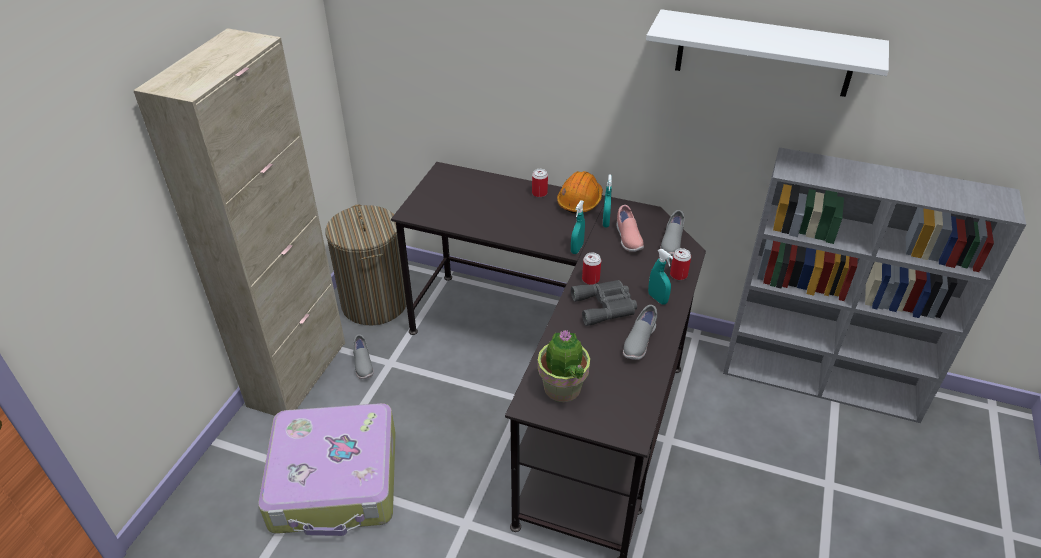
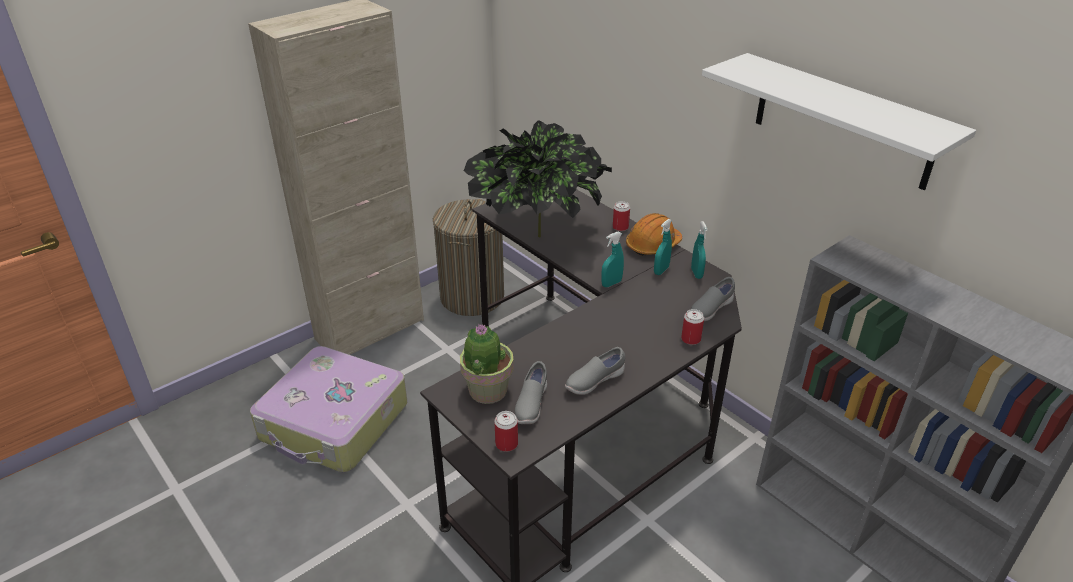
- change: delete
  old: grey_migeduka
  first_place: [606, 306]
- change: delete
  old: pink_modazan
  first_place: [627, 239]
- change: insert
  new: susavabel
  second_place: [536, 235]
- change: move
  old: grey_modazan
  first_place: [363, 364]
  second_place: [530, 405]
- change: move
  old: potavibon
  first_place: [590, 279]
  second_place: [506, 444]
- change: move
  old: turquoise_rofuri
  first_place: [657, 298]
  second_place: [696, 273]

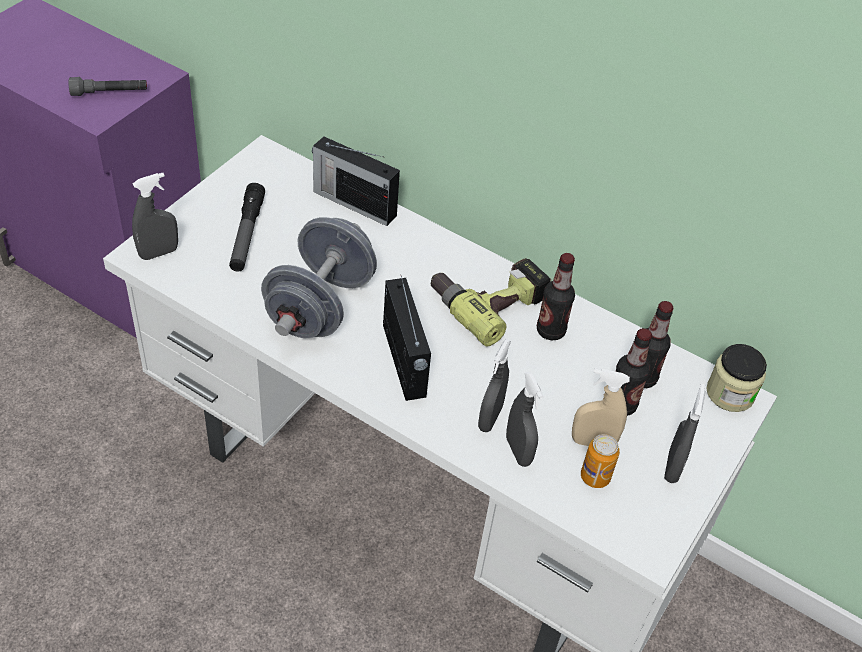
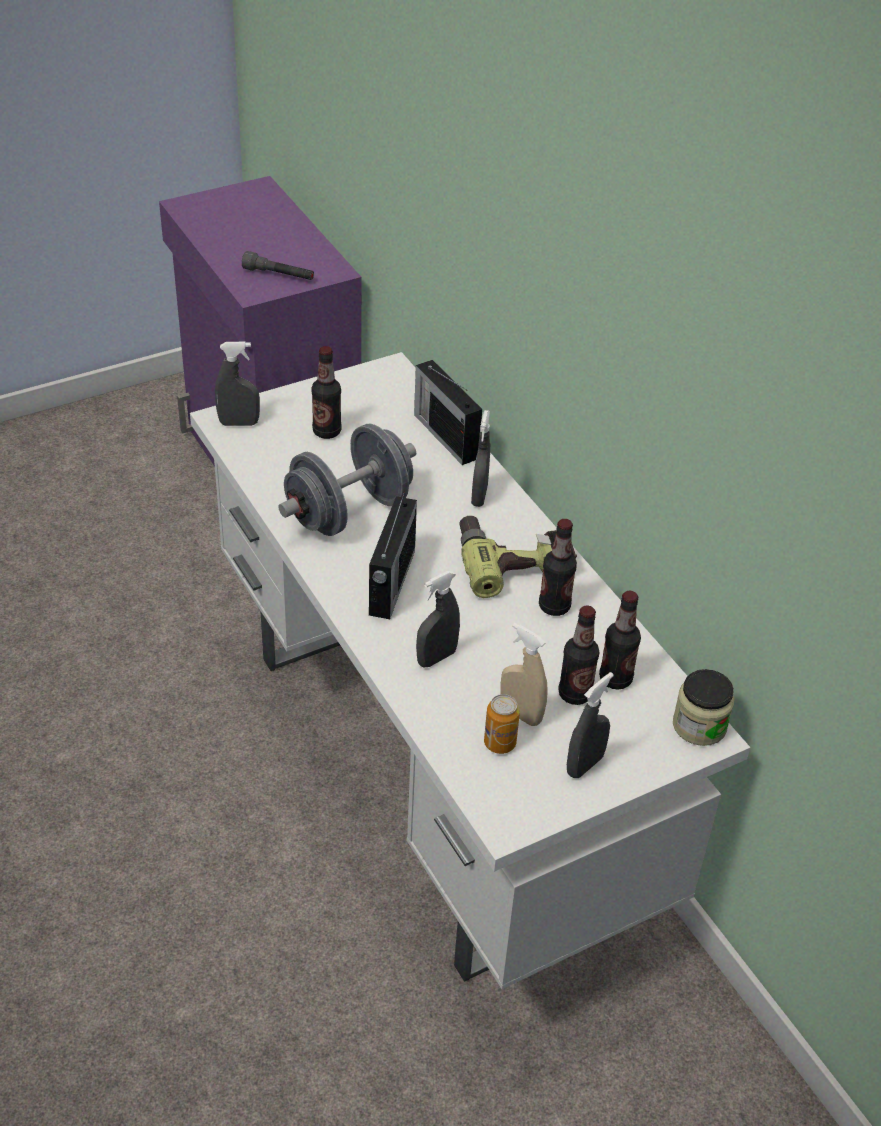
- change: move
  old: grey_rofuri
  first_place: [518, 451]
  second_place: [479, 496]
- change: replace
  old: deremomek
  new: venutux
  first_place: [247, 234]
  second_place: [327, 431]

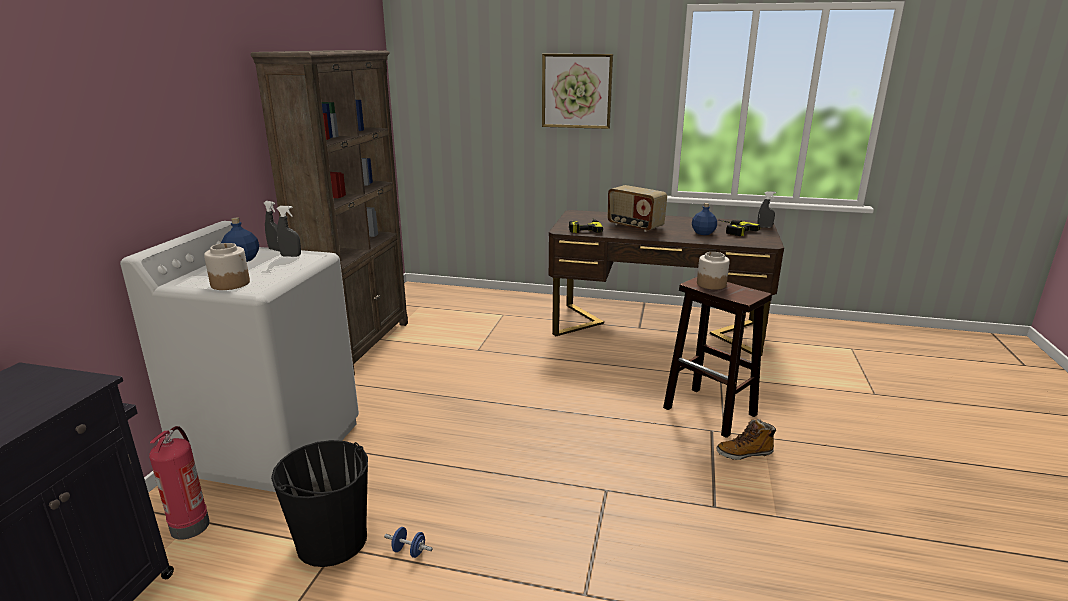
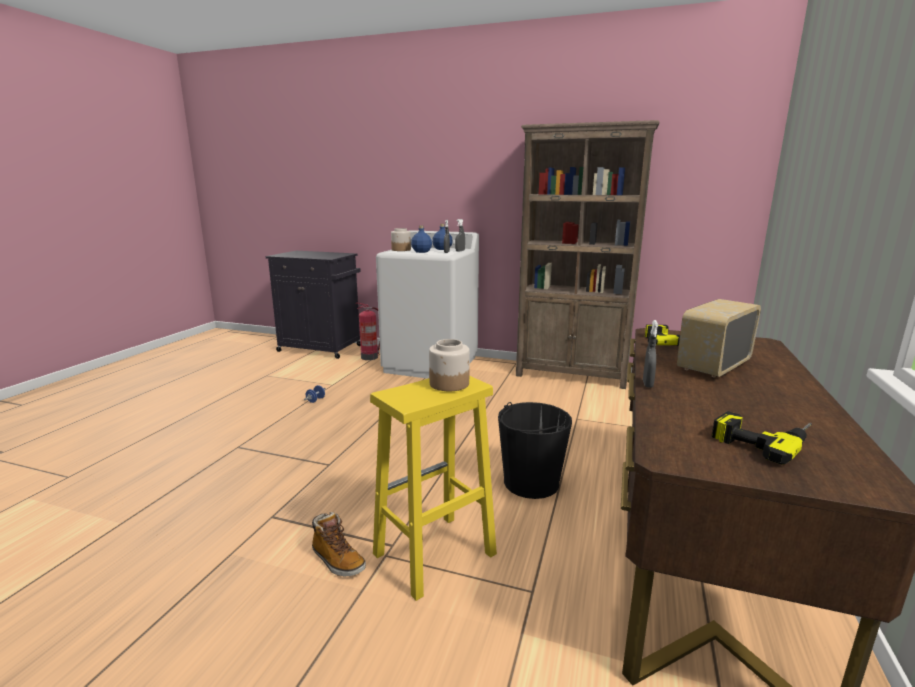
- change: delete
  old: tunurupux
  first_place: [576, 91]
- change: move
  old: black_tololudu
  first_place: [332, 541]
  second_place: [530, 483]
- change: move
  old: blue_venutux
  first_place: [703, 233]
  second_place: [422, 252]
- change: move
  old: grey_rofuri
  first_place: [764, 227]
  second_place: [647, 384]
- change: recolor
  old: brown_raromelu
  new: yellow_raromelu
  first_place: [711, 412]
  second_place: [433, 555]
- change: rotate
  old: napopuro
  first_place: [744, 453]
  second_place: [337, 561]
  degrees: 135

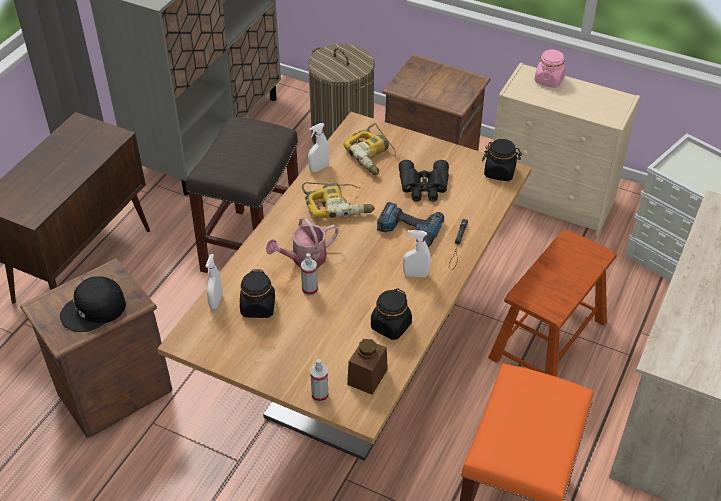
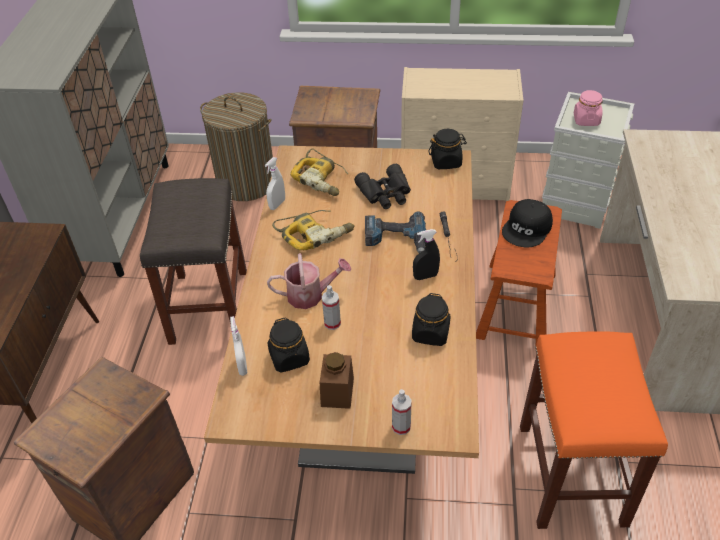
- change: move
  old: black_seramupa
  first_place: [94, 310]
  second_place: [527, 228]
- change: move
  old: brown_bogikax
  first_place: [367, 377]
  second_place: [337, 392]
- change: move
  old: pink_bogikax
  first_place: [549, 80]
  second_place: [586, 120]
- change: recolor
  old: white_rofuri
  new: black_rofuri
  first_place: [415, 274]
  second_place: [425, 276]
- change: rotate
  old: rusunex
  first_place: [304, 259]
  second_place: [310, 295]
  degrees: -135

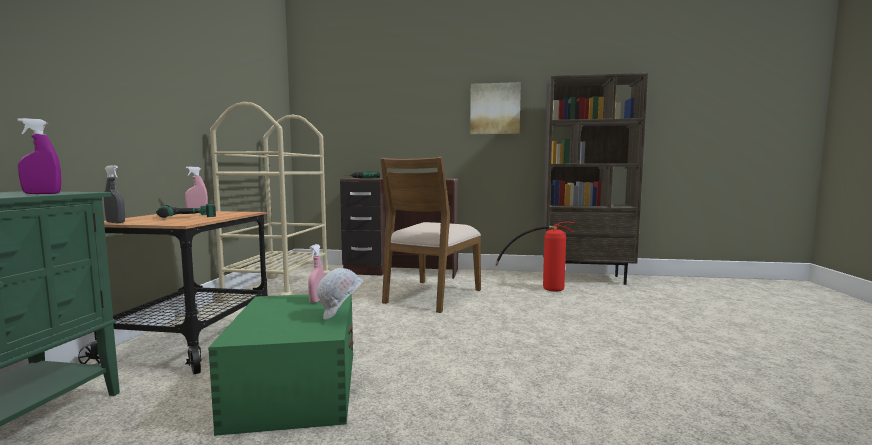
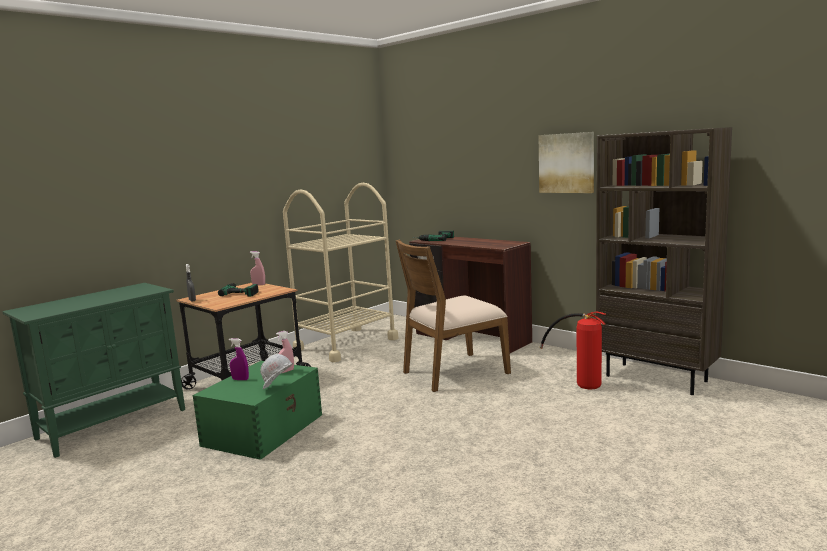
- change: move
  old: purple_rofuri
  first_place: [42, 194]
  second_place: [240, 379]

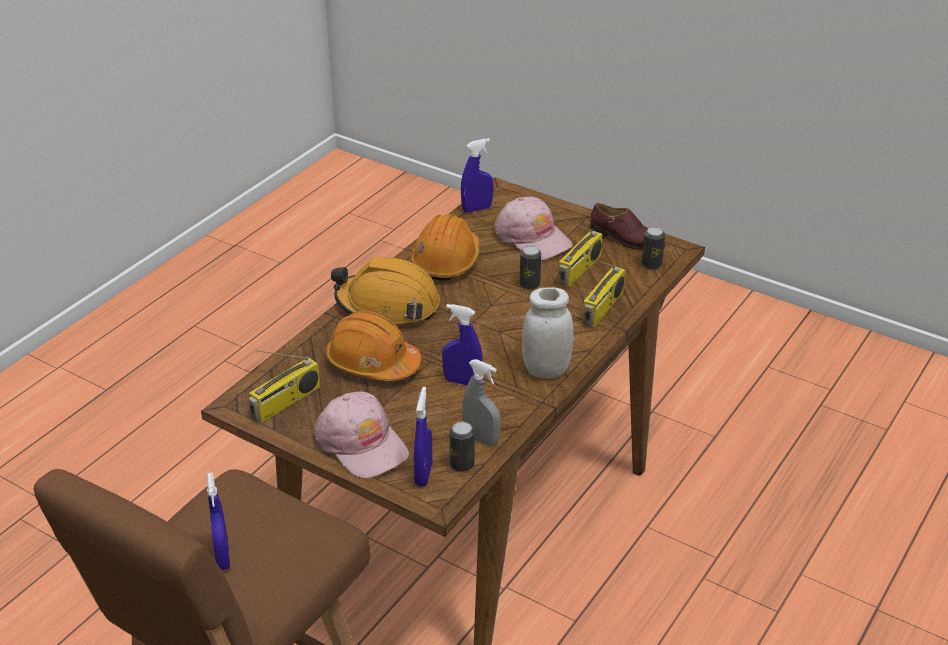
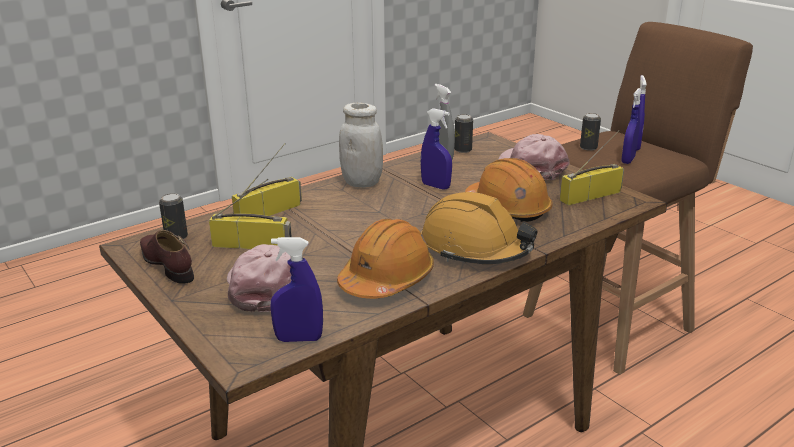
- change: move
  old: blue_rofuri
  first_place: [423, 474]
  second_place: [628, 160]
- change: move
  old: potavibon
  first_place: [529, 284]
  second_place: [588, 148]
- change: rotate
  old: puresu
  first_place: [579, 270]
  second_place: [253, 245]
  degrees: 45

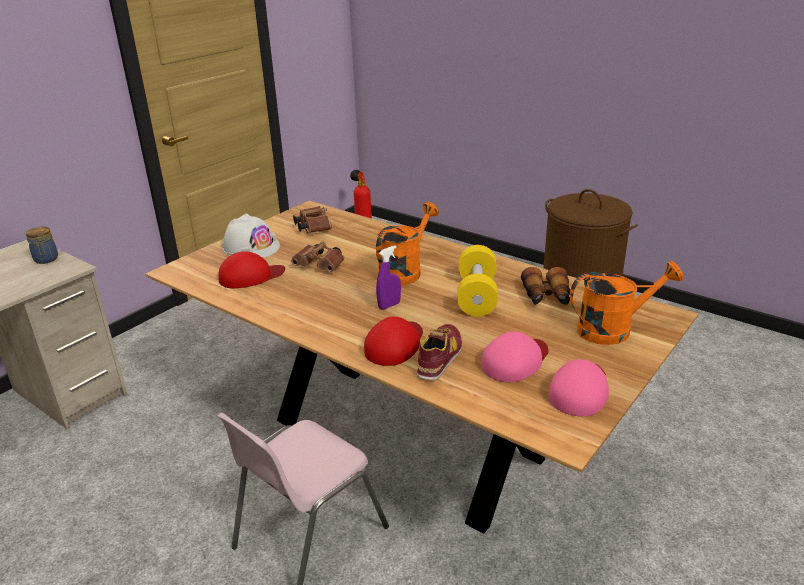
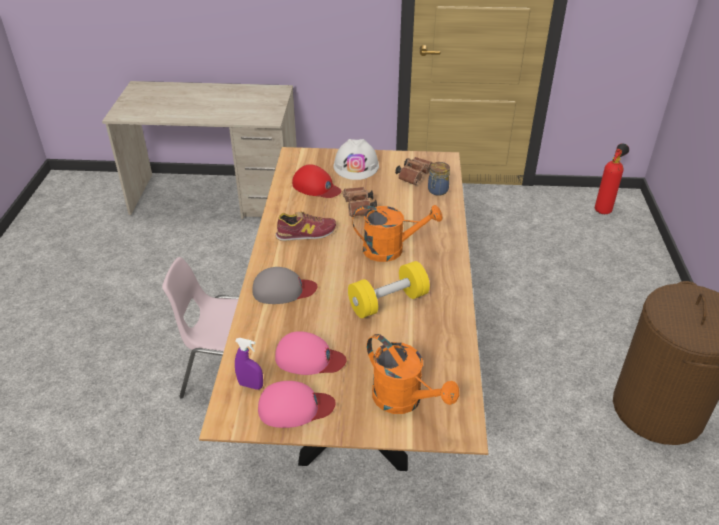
- change: delete
  old: migeduka
  first_place: [546, 297]
- change: move
  old: bogikax
  first_place: [46, 260]
  second_place: [437, 191]
- change: move
  old: purple_rofuri
  first_place: [389, 305]
  second_place: [250, 385]
- change: move
  old: modazan
  first_place: [439, 357]
  second_place: [306, 233]
- change: recolor
  old: red_seramupa
  new: grey_seramupa
  first_place: [395, 344]
  second_place: [283, 290]

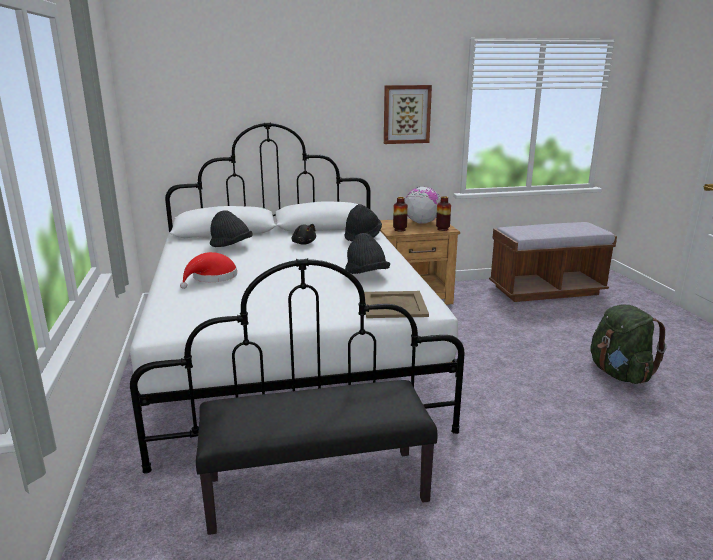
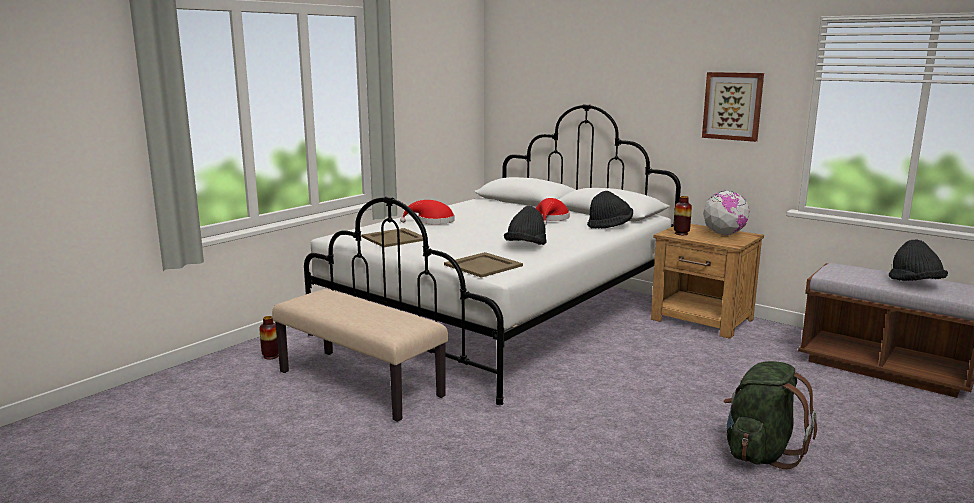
- change: insert
  new: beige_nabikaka
  second_place: [393, 238]
- change: move
  old: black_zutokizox
  first_place: [231, 246]
  second_place: [915, 283]
- change: move
  old: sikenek
  first_place: [442, 229]
  second_place: [271, 356]
- change: replace
  old: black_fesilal
  new: red_zutokizox
  first_place: [303, 243]
  second_place: [550, 219]
- change: recolor
  old: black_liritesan
  new: beige_liritesan
  first_place: [317, 489]
  second_place: [361, 384]

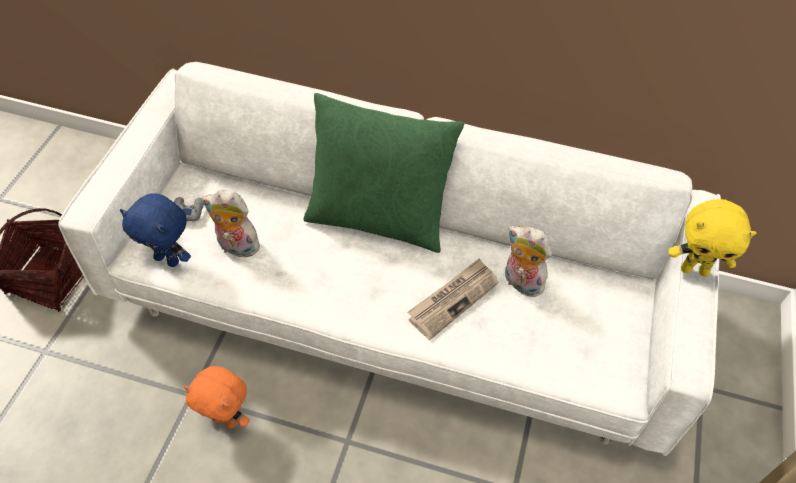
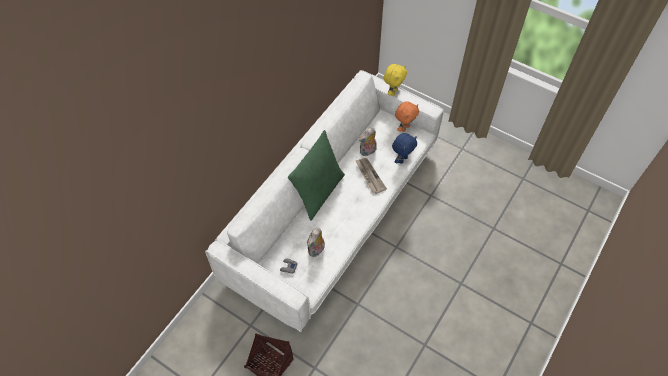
- change: move
  old: blue_fesilal
  first_place: [168, 259]
  second_place: [402, 159]
- change: move
  old: orange_fesilal
  first_place: [226, 420]
  second_place: [404, 128]

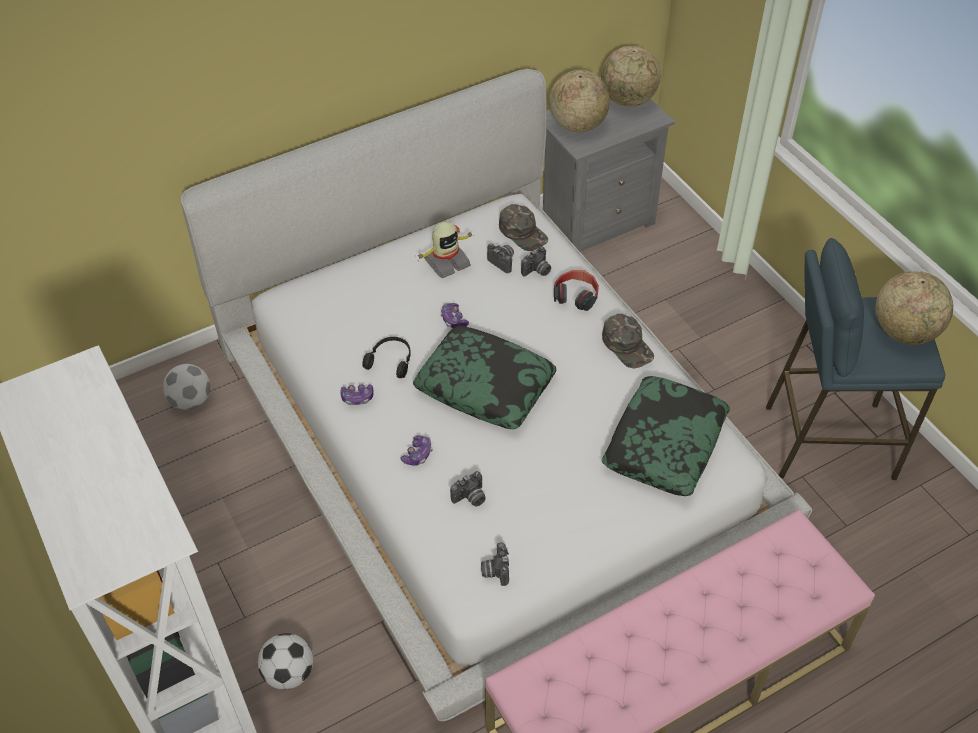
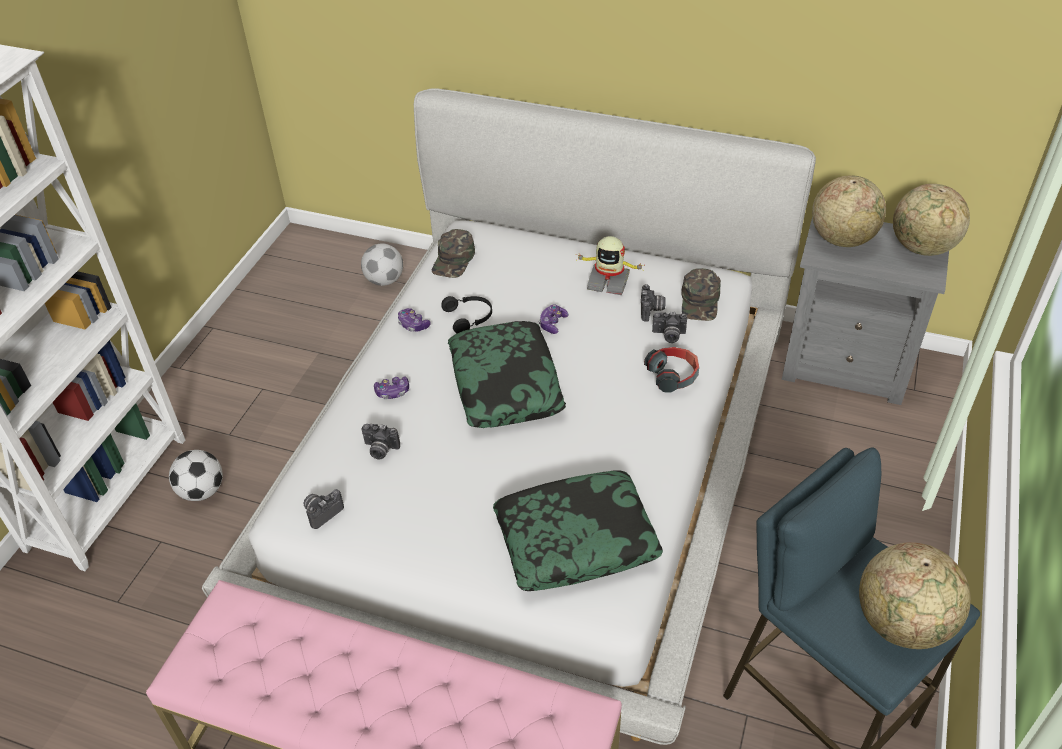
- change: move
  old: green_seramupa
  first_place: [627, 345]
  second_place: [454, 260]

